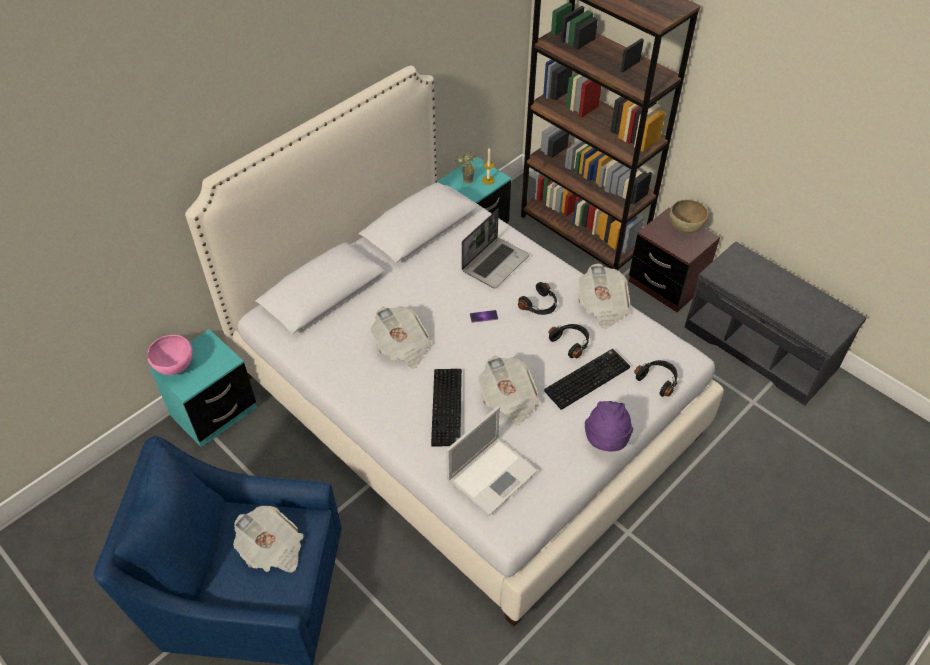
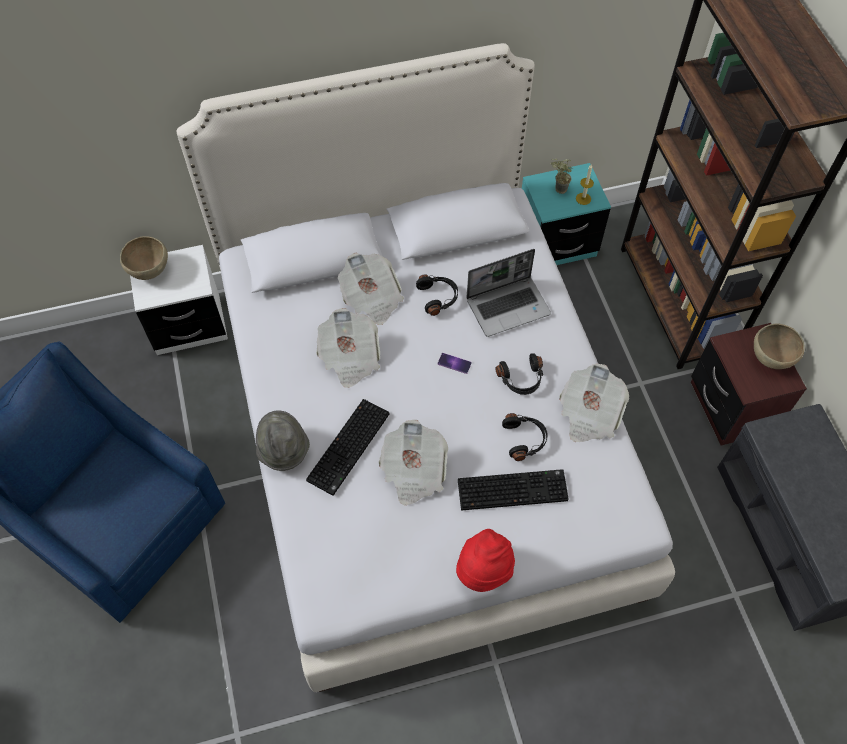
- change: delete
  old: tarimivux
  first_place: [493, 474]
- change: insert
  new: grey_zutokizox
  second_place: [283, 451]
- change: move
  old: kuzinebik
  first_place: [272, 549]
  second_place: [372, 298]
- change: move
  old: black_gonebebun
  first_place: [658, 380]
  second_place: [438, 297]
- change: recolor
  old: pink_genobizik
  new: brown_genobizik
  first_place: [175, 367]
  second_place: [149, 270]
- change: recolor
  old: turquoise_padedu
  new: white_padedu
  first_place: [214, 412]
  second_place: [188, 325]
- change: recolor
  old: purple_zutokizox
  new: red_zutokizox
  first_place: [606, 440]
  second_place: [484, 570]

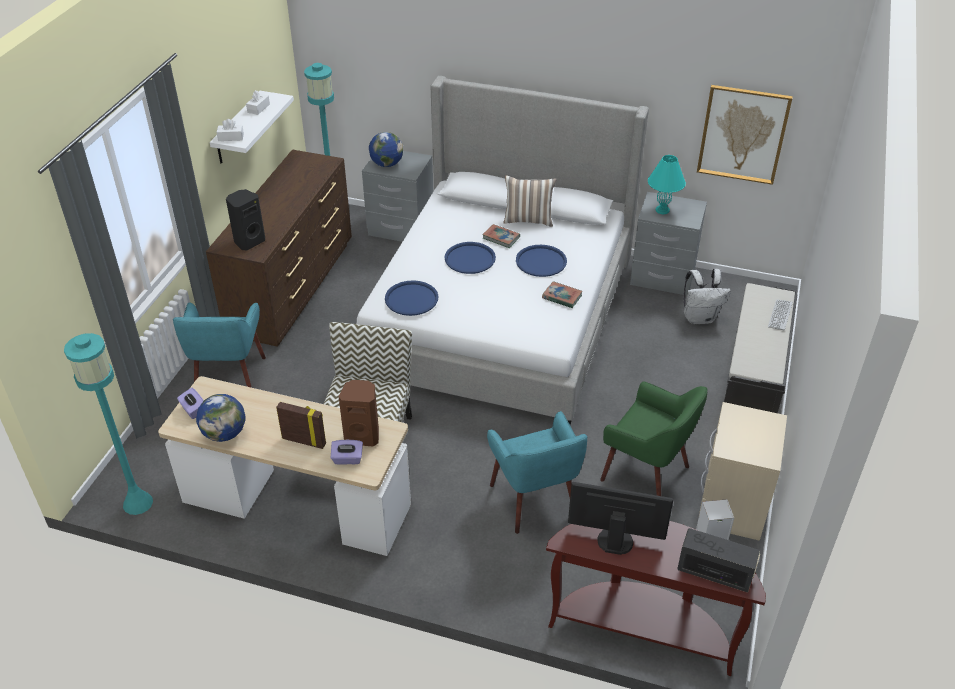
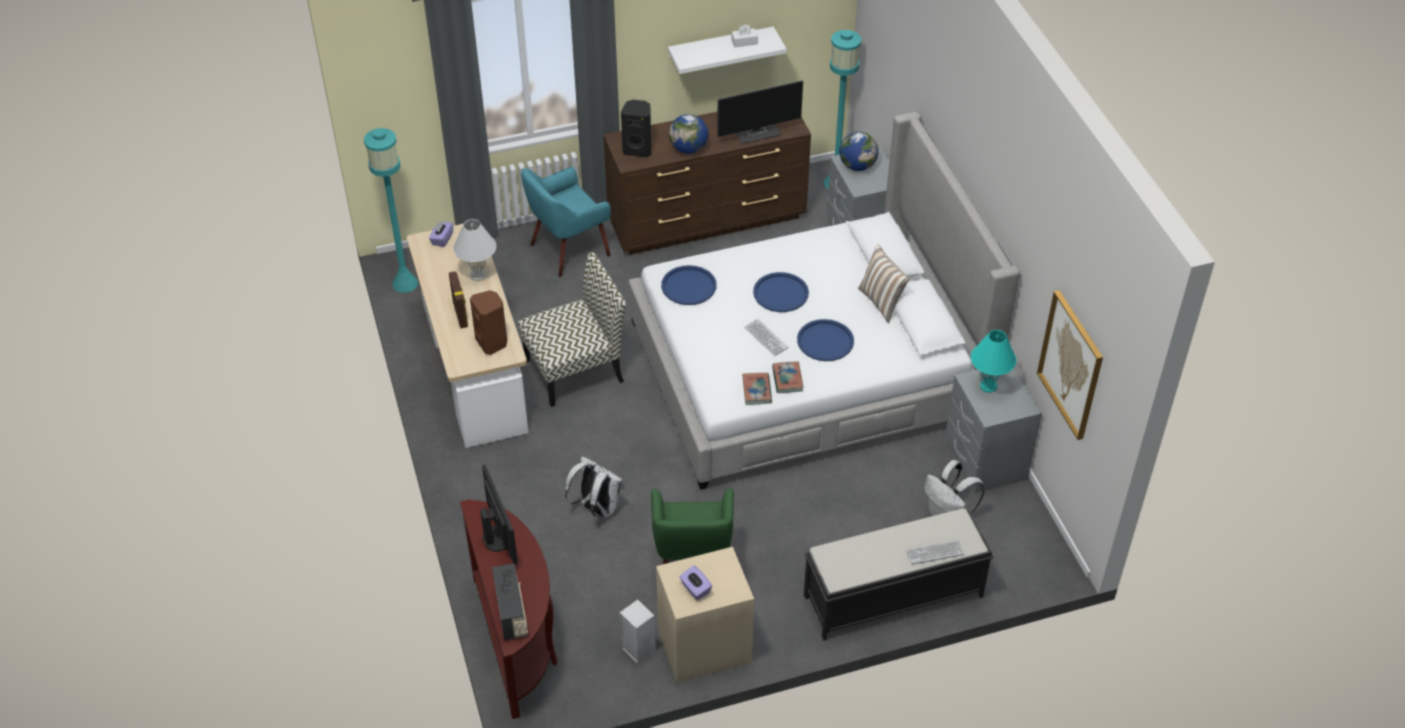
- change: delete
  old: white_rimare
  first_place: [231, 137]
- change: insert
  new: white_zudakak
  second_place: [478, 275]
- change: insert
  new: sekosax
  second_place: [757, 132]
- change: insert
  new: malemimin
  second_place: [766, 338]
- change: move
  old: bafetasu
  first_place: [225, 434]
  second_place: [688, 149]
- change: move
  old: purple_rimare
  first_place: [347, 459]
  second_place: [695, 589]
- change: move
  old: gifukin
  first_place: [501, 238]
  second_place: [757, 390]
- change: replace
  old: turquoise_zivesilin
  new: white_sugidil
  first_place: [535, 500]
  second_place: [597, 508]

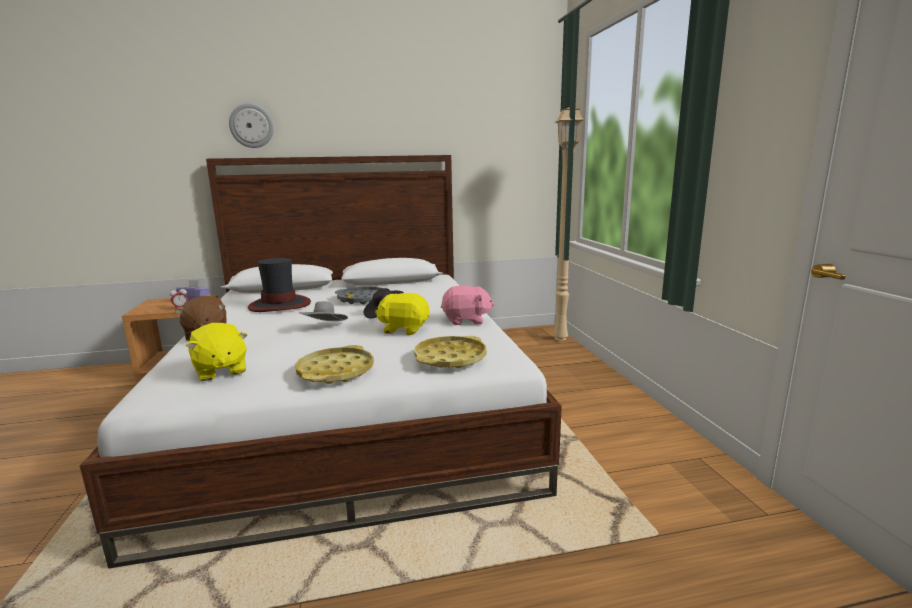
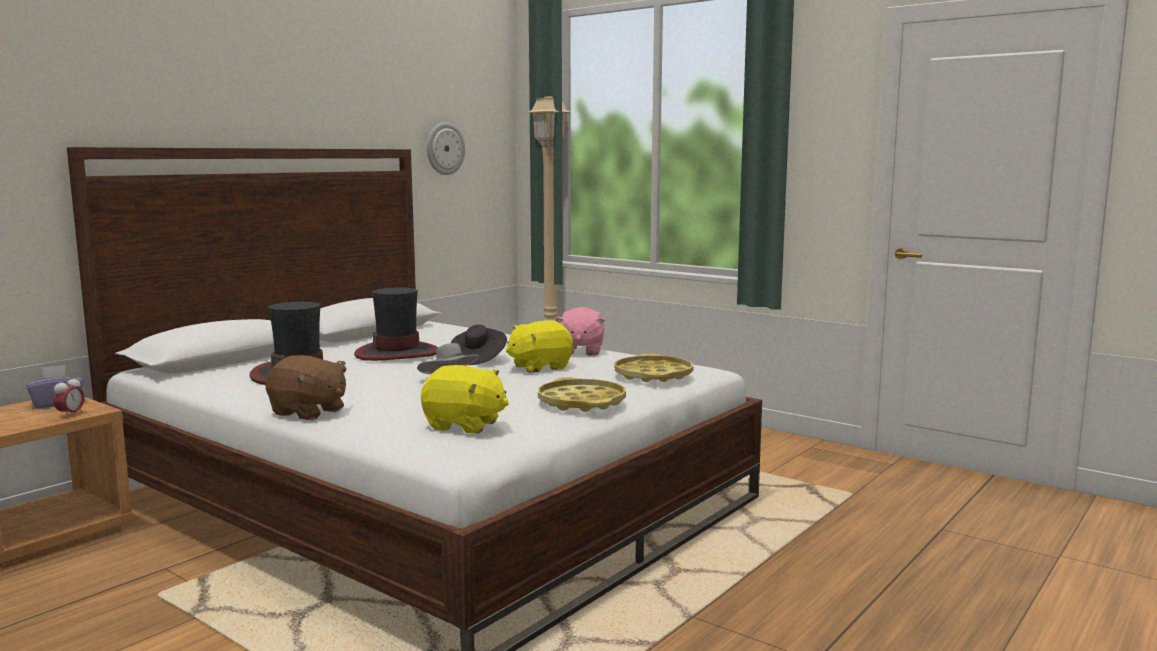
- change: move
  old: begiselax
  first_place: [251, 126]
  second_place: [444, 148]
- change: replace
  old: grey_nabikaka
  new: zutokizox
  first_place: [362, 299]
  second_place: [397, 353]
- change: rotate
  old: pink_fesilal
  first_place: [466, 320]
  second_place: [580, 351]
  degrees: 135

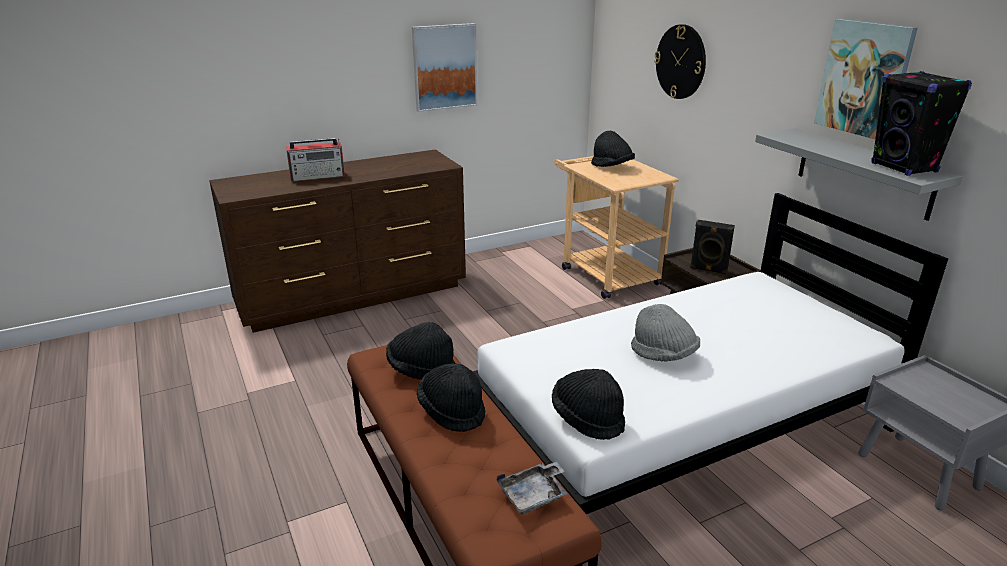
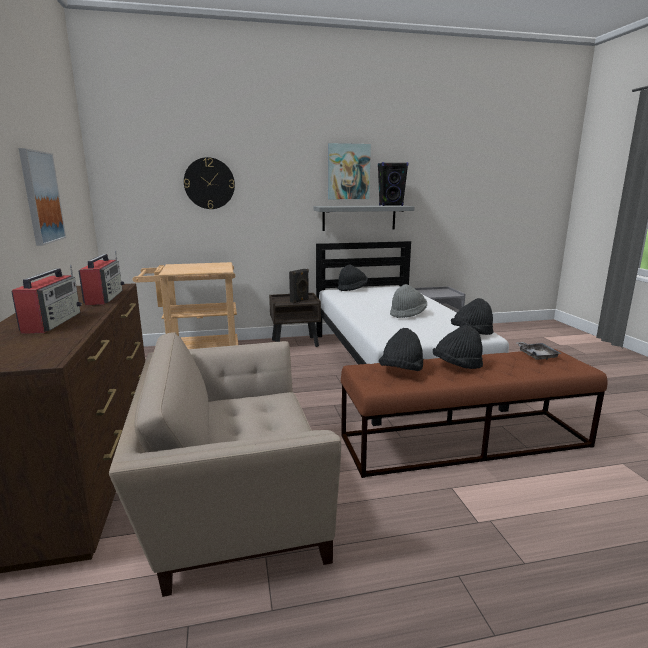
- change: insert
  new: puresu
  second_place: [104, 297]
- change: insert
  new: beige_zivesilin
  second_place: [232, 502]
- change: move
  old: black_zutokizox
  first_place: [611, 167]
  second_place: [352, 289]

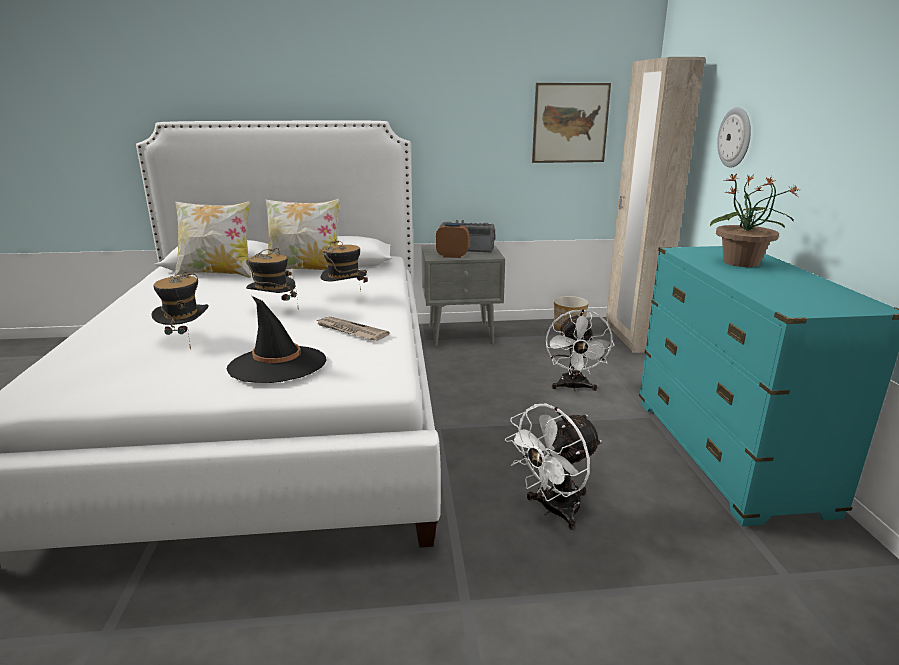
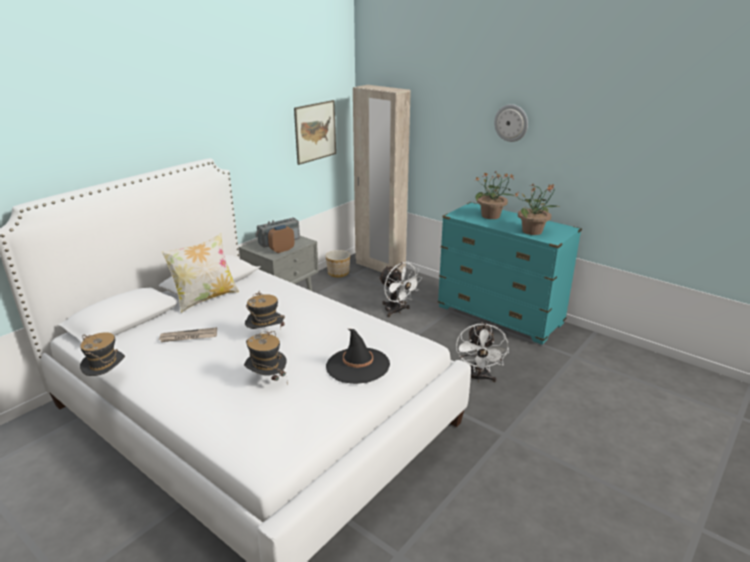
- change: delete
  old: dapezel
  first_place: [217, 273]
- change: insert
  new: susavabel
  second_place: [533, 231]
- change: move
  old: kuzinebik
  first_place: [350, 331]
  second_place: [188, 337]
- change: move
  old: zutokizox
  first_place: [345, 297]
  second_place: [107, 380]
- change: move
  old: begiselax
  first_place: [735, 137]
  second_place: [511, 123]

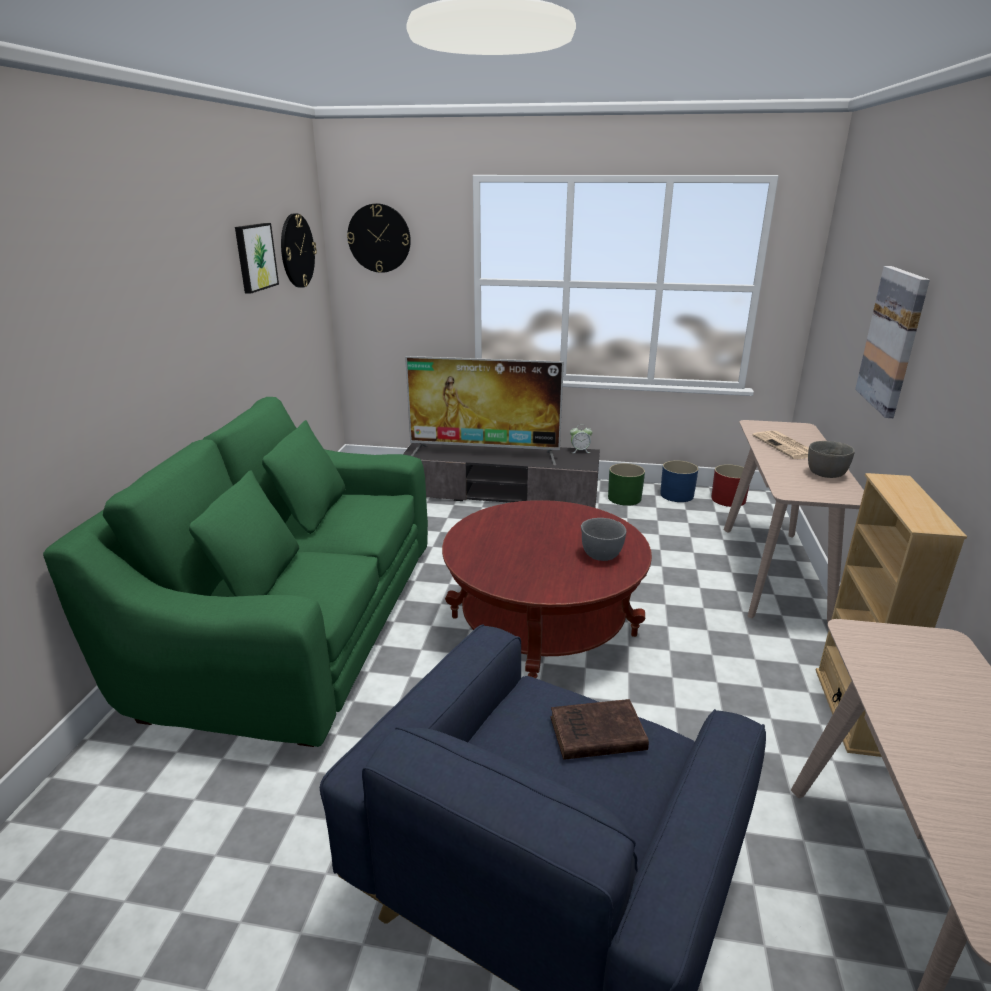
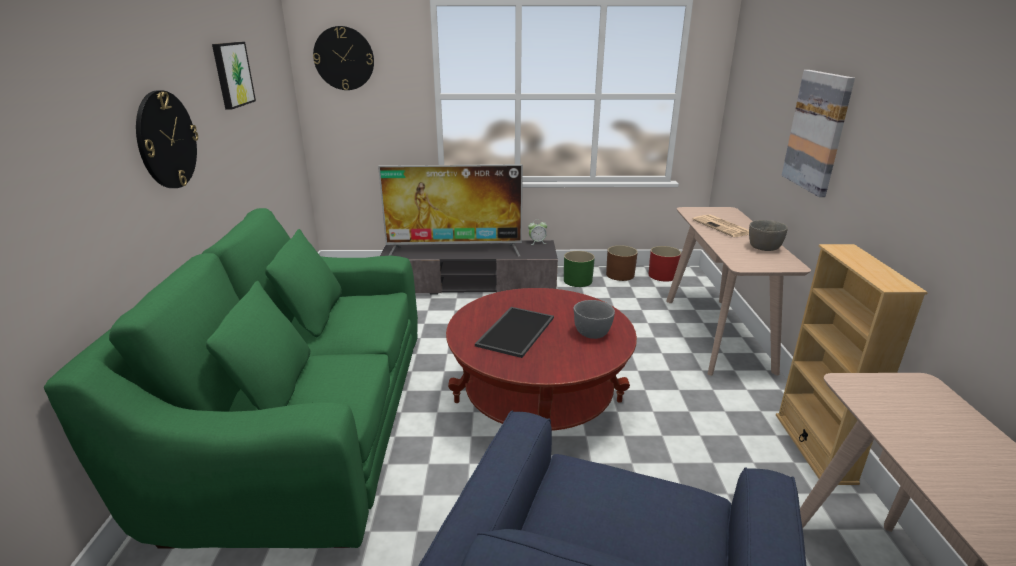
- change: delete
  old: brown_gifukin
  first_place: [594, 734]
- change: insert
  new: nabikaka
  second_place: [515, 331]
- change: move
  old: begiselax
  first_place: [297, 251]
  second_place: [166, 140]
- change: recolor
  old: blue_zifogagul
  new: brown_zifogagul
  first_place: [677, 495]
  second_place: [620, 275]

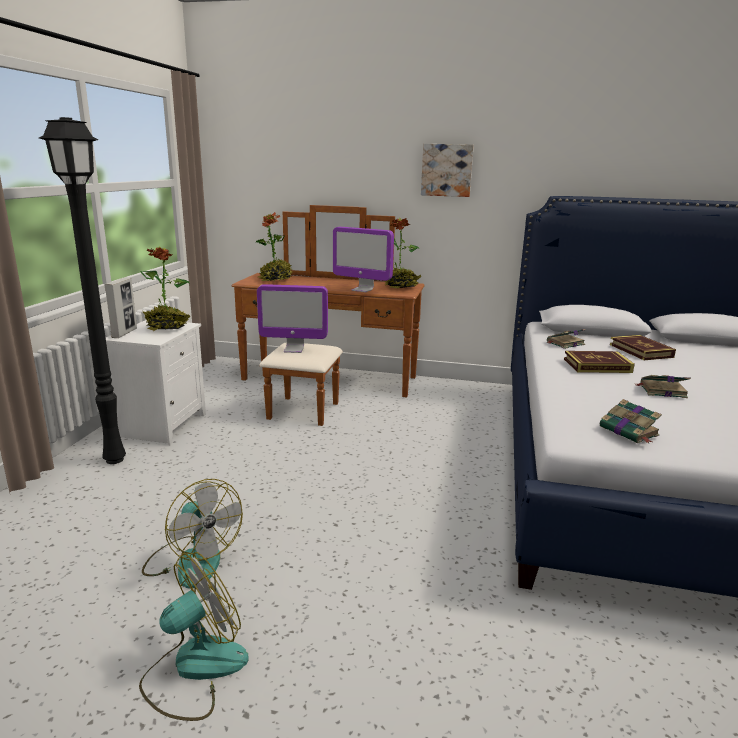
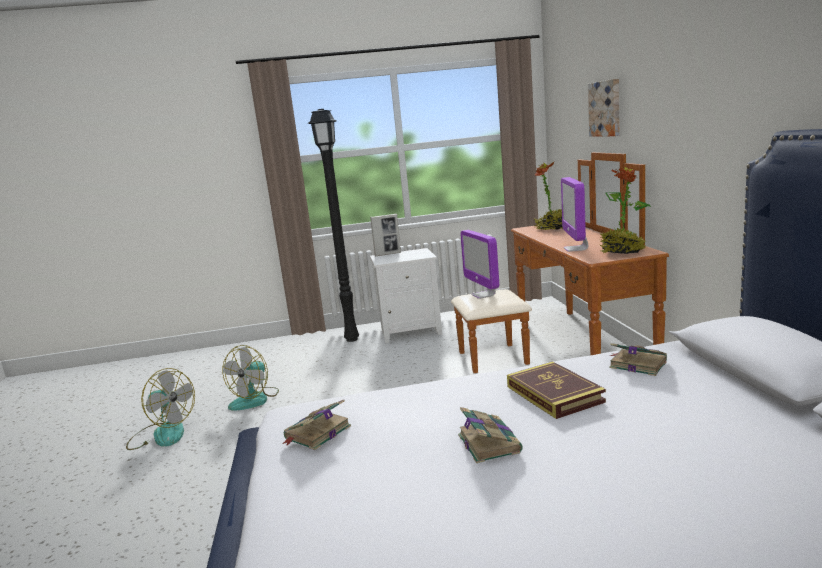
- change: delete
  old: susavabel
  first_place: [167, 328]
- change: delete
  old: gifukin
  first_place: [641, 351]
- change: move
  old: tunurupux
  first_place: [447, 170]
  second_place: [606, 108]

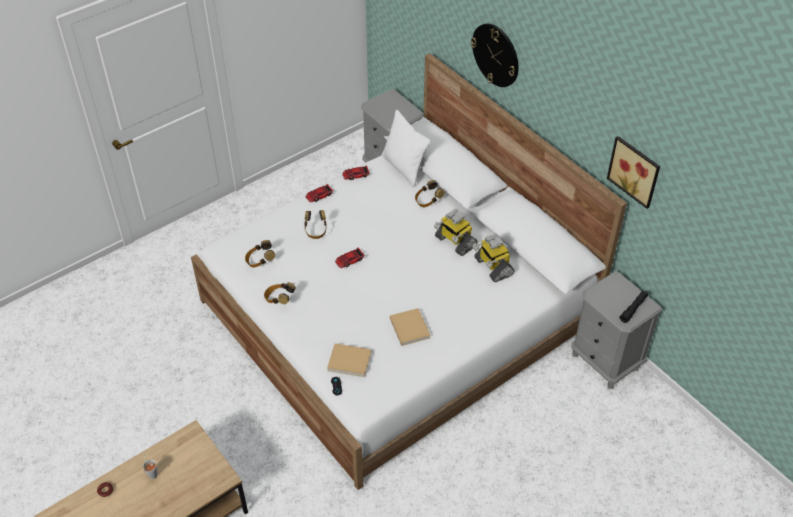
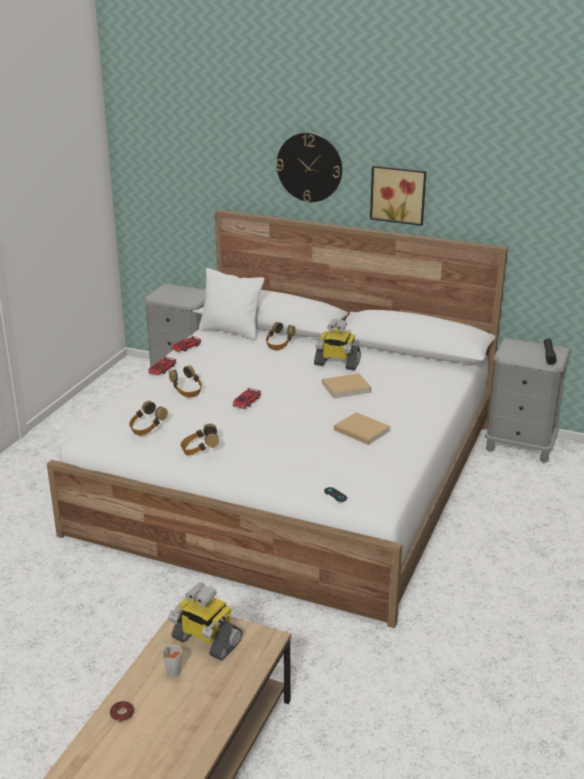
- change: move
  old: beige_gifukin
  first_place: [350, 361]
  second_place: [348, 387]
- change: move
  old: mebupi
  first_place: [492, 267]
  second_place: [205, 641]
- change: move
  old: tunurupux
  first_place: [635, 170]
  second_place: [398, 194]

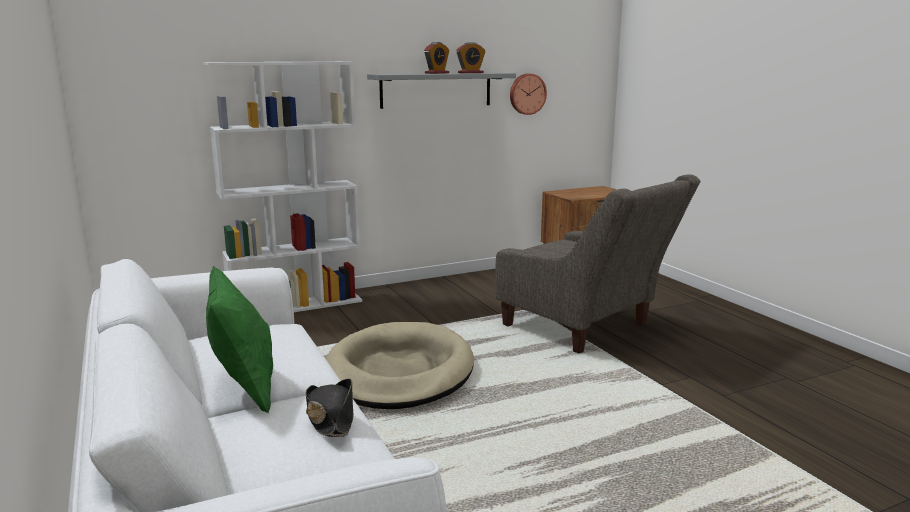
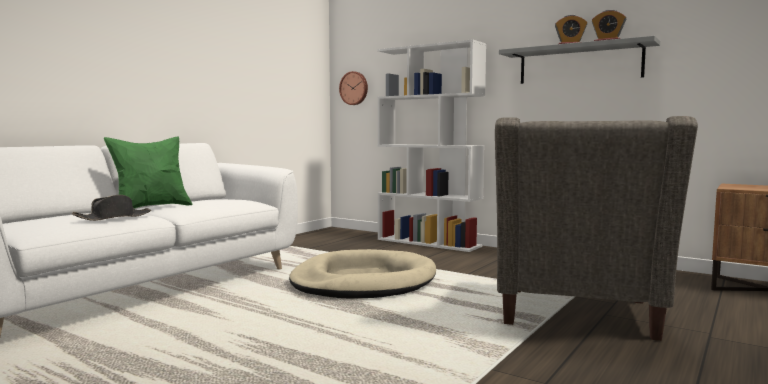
- change: move
  old: begiselax
  first_place: [527, 94]
  second_place: [354, 88]

